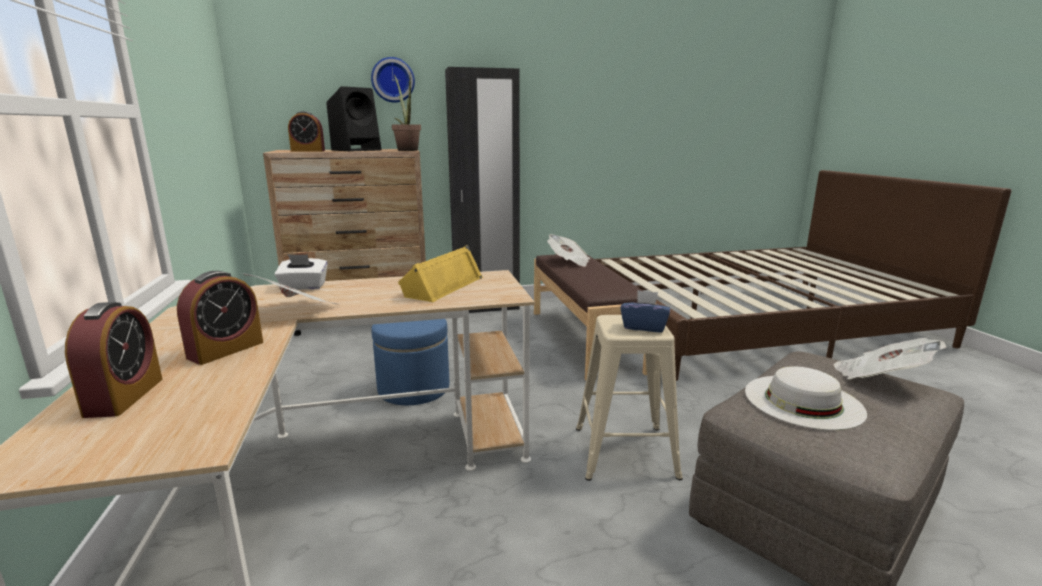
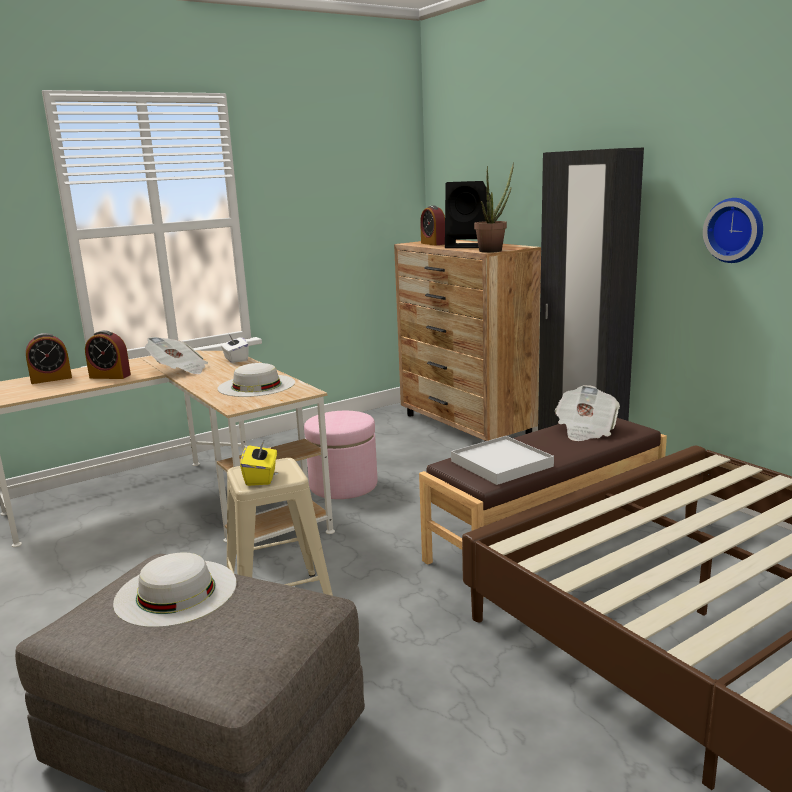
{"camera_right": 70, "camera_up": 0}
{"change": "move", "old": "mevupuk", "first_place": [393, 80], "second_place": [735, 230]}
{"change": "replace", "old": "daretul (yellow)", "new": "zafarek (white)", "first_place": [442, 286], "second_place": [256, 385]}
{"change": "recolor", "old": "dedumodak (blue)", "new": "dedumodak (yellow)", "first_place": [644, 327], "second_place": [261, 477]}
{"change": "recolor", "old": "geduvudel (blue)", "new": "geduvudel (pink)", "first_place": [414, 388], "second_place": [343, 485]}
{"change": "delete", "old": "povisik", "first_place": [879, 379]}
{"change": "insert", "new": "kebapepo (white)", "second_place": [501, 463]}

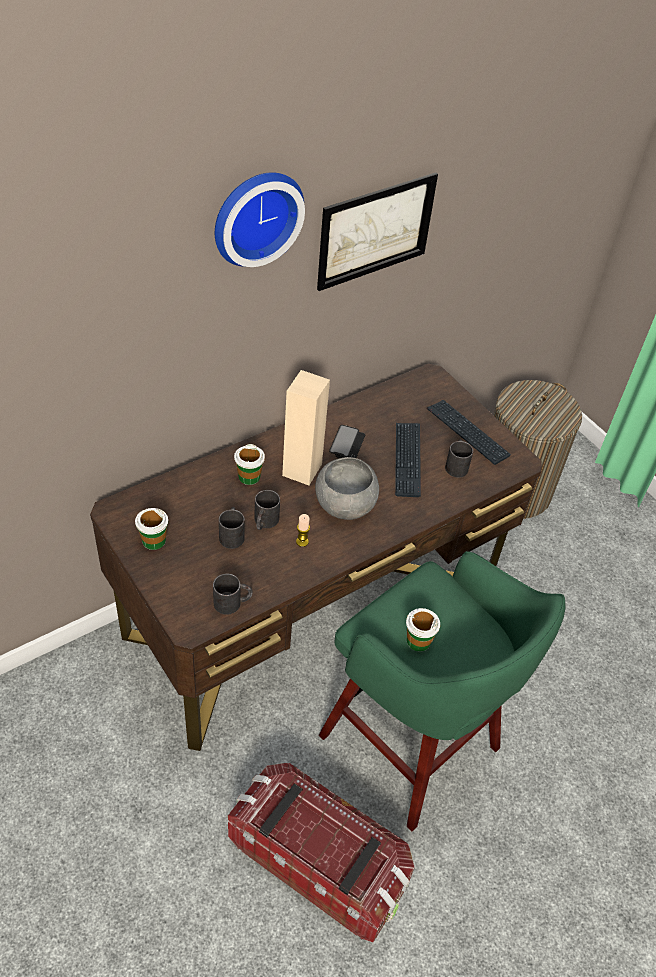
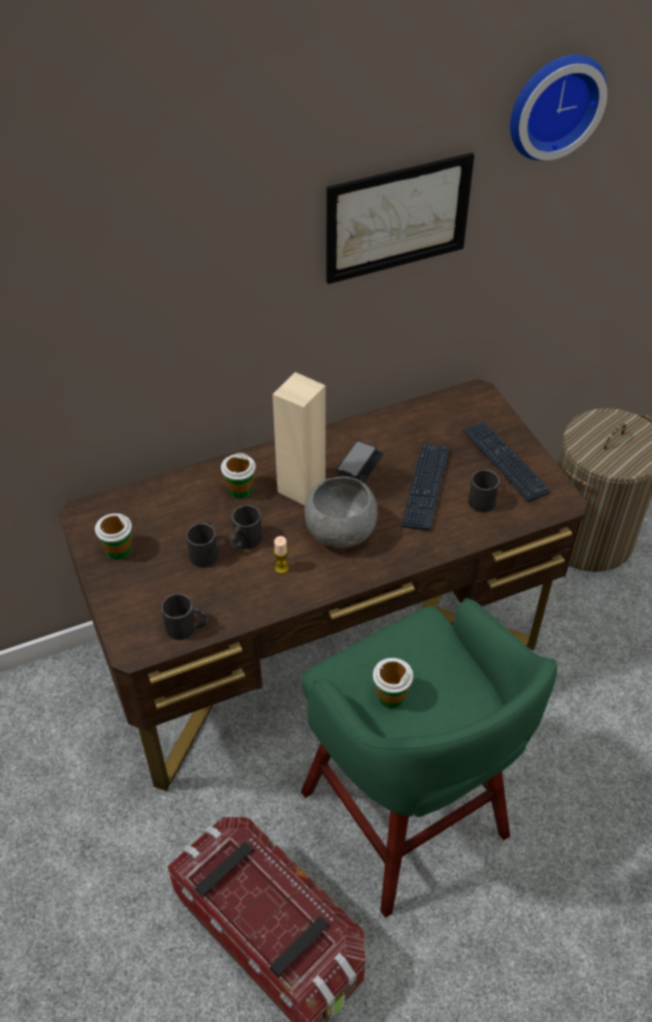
{"camera_right": 15, "camera_up": 0}
{"change": "move", "old": "mevupuk", "first_place": [255, 216], "second_place": [553, 104]}

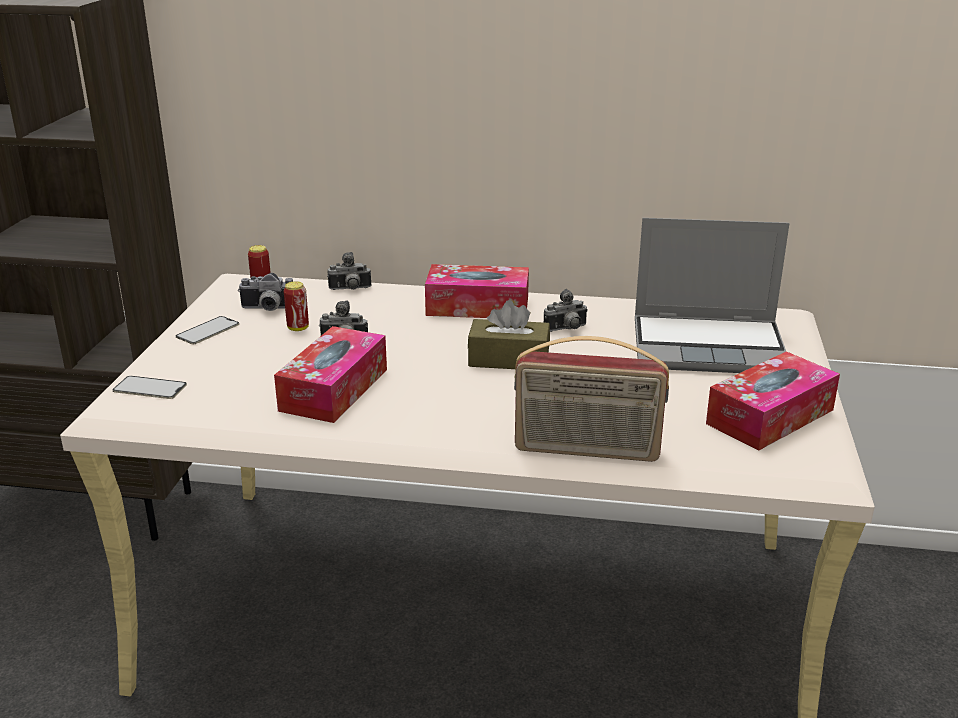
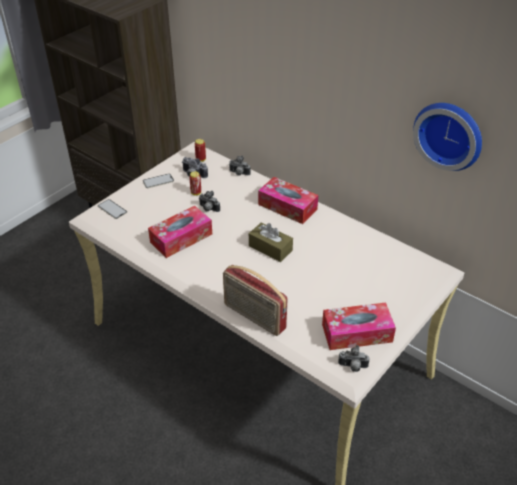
{"camera_right": 30, "camera_up": 15}
{"change": "delete", "old": "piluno", "first_place": [710, 346]}
{"change": "move", "old": "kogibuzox", "first_place": [566, 329], "second_place": [352, 367]}
{"change": "insert", "new": "mevupuk", "second_place": [450, 134]}

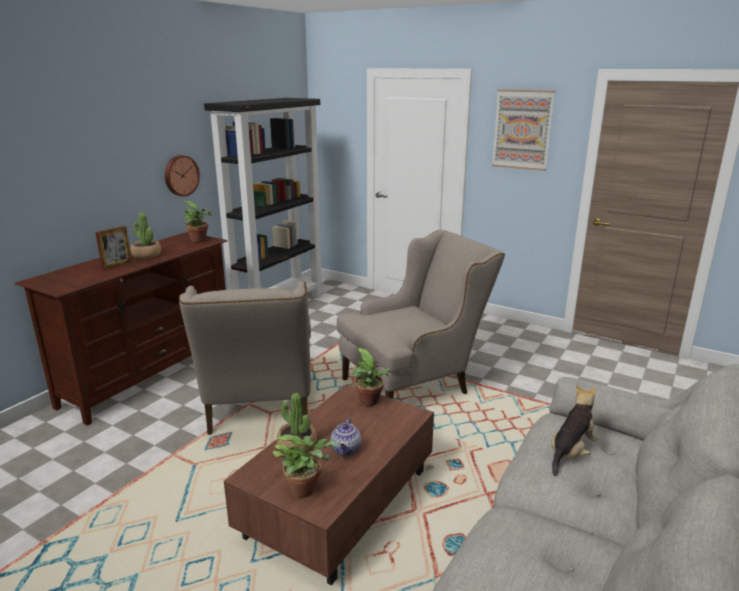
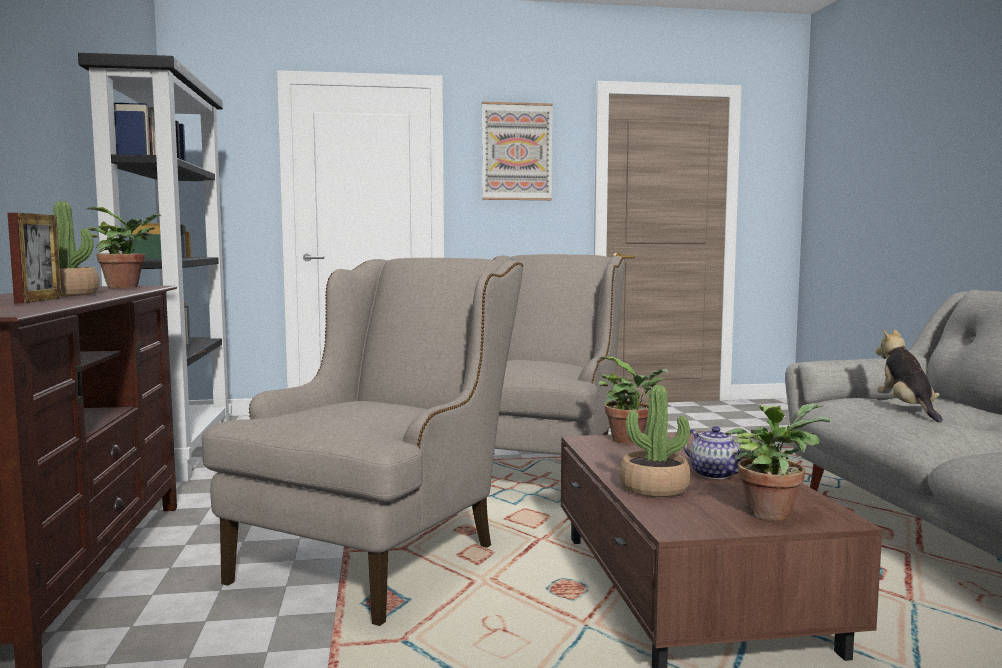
{"camera_right": -40, "camera_up": -15}
{"change": "delete", "old": "mevupuk", "first_place": [180, 175]}
{"change": "rotate", "old": "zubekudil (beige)", "first_place": [259, 411], "second_place": [382, 553], "degrees": -105}

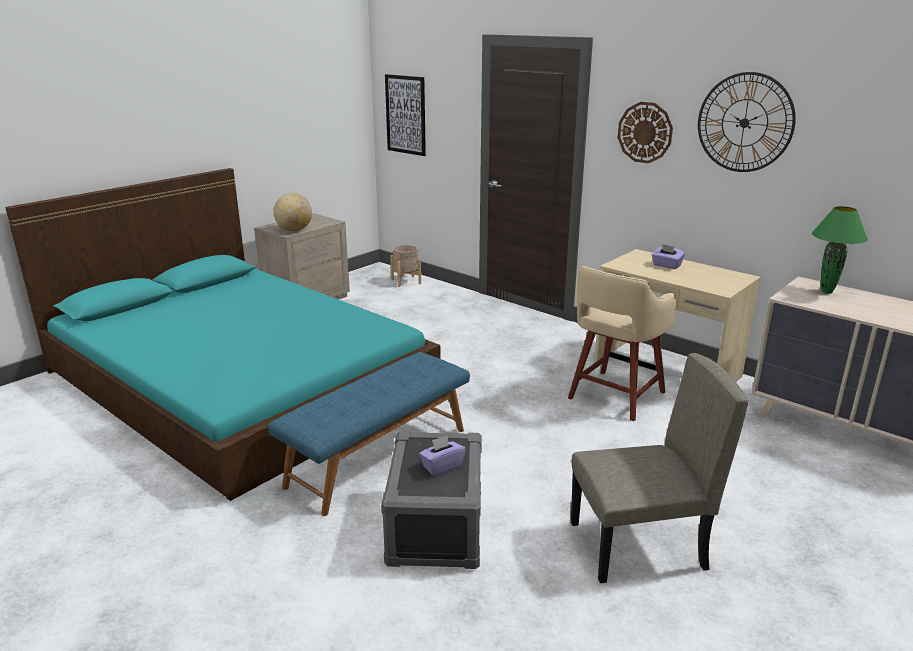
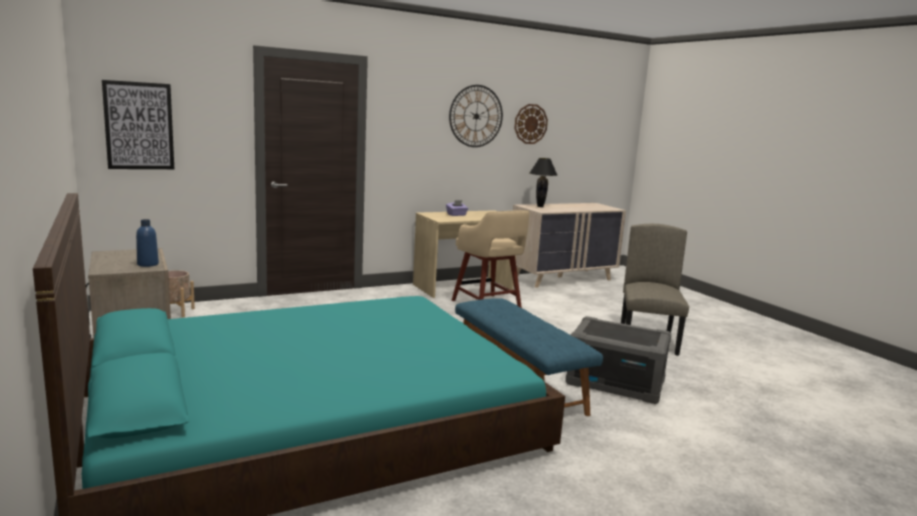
{"camera_right": -70, "camera_up": -10}
{"change": "move", "old": "mevupuk", "first_place": [645, 132], "second_place": [530, 124]}
{"change": "replace", "old": "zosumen", "new": "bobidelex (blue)", "first_place": [294, 230], "second_place": [148, 264]}
{"change": "recolor", "old": "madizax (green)", "new": "madizax (black)", "first_place": [827, 292], "second_place": [540, 206]}
{"change": "delete", "old": "dedumodak (purple)", "first_place": [442, 466]}

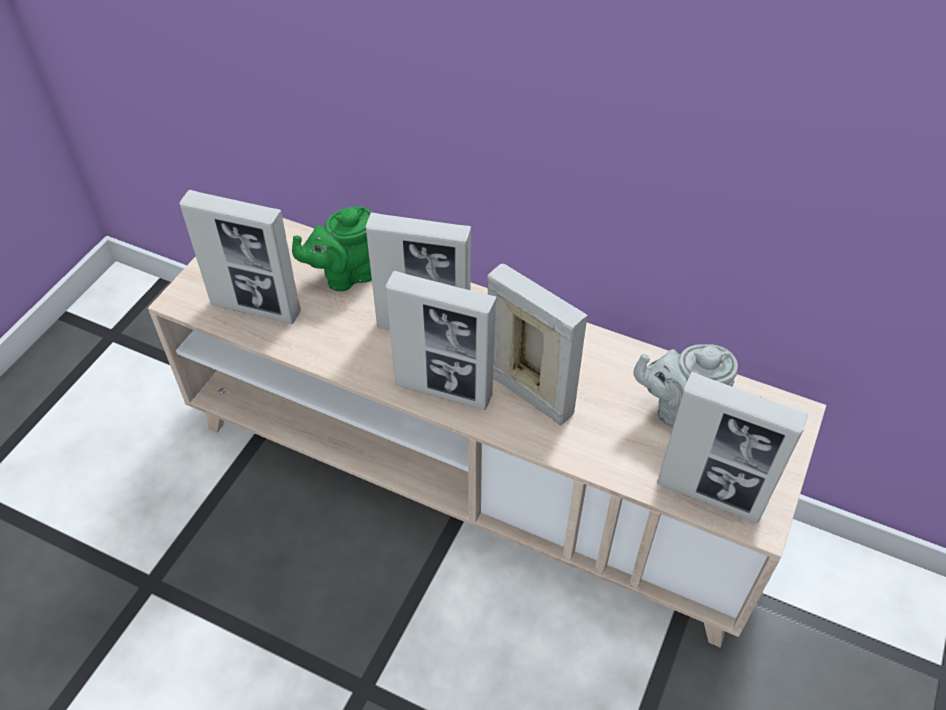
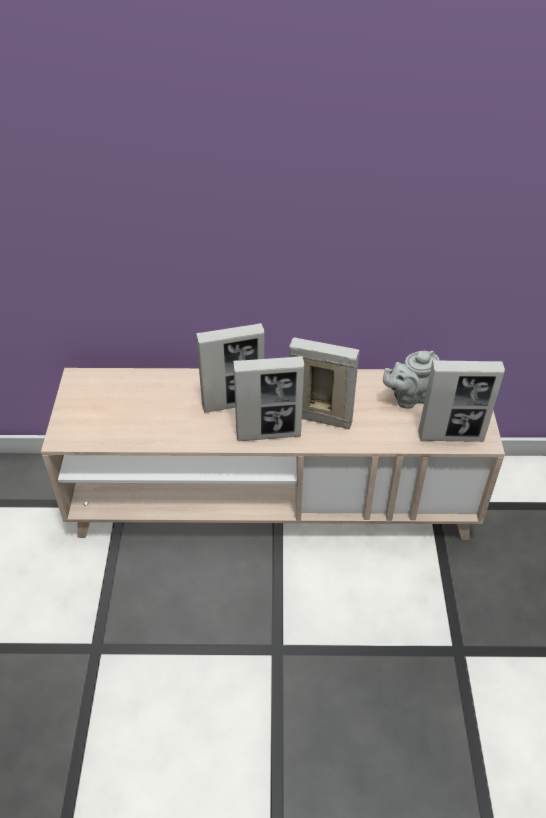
{"camera_right": -25, "camera_up": -5}
{"change": "delete", "old": "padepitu", "first_place": [256, 308]}
{"change": "delete", "old": "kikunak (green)", "first_place": [345, 275]}

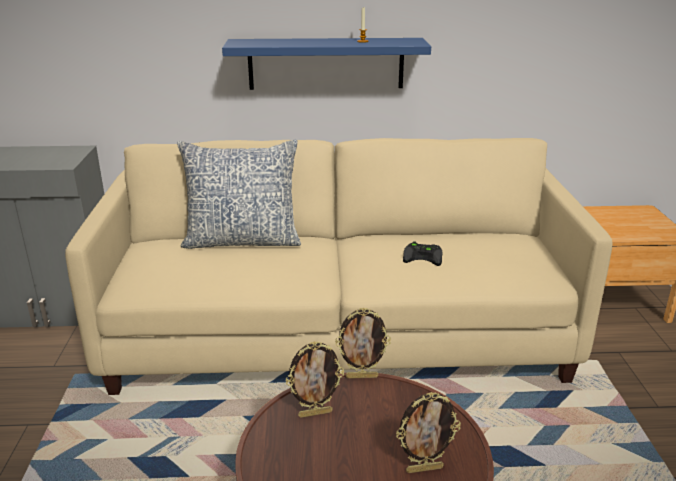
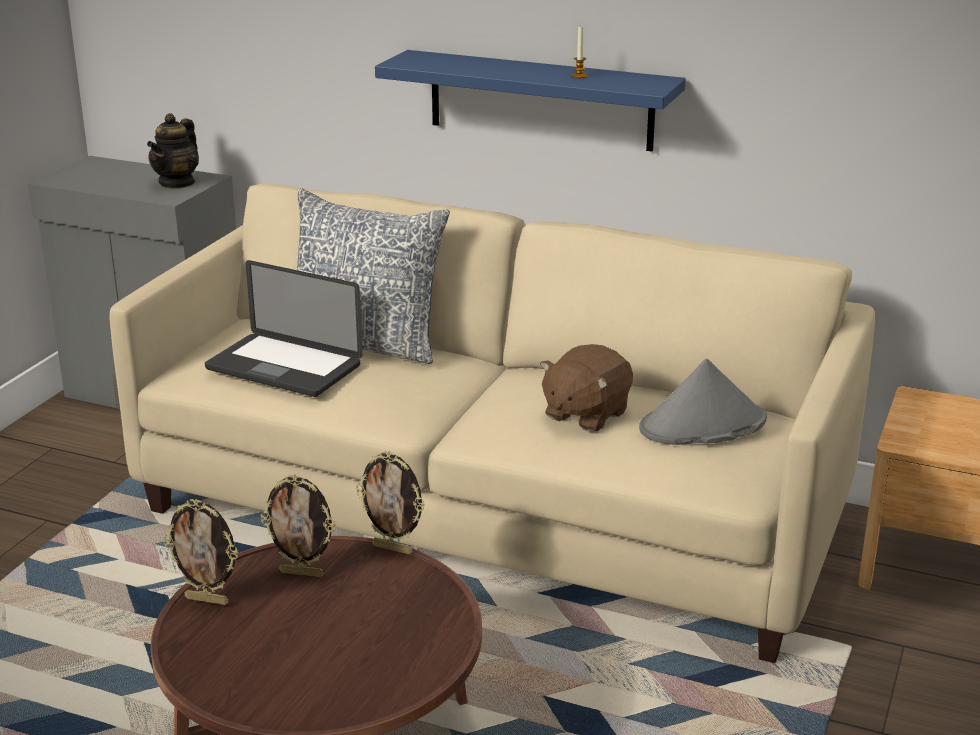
{"camera_right": 25, "camera_up": 0}
{"change": "replace", "old": "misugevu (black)", "new": "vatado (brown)", "first_place": [424, 256], "second_place": [585, 414]}
{"change": "move", "old": "padepitu", "first_place": [424, 468], "second_place": [208, 600]}
{"change": "insert", "new": "kikunak", "second_place": [177, 183]}
{"change": "insert", "new": "piluno", "second_place": [283, 367]}
{"change": "insert", "new": "zafarek (grey)", "second_place": [702, 425]}

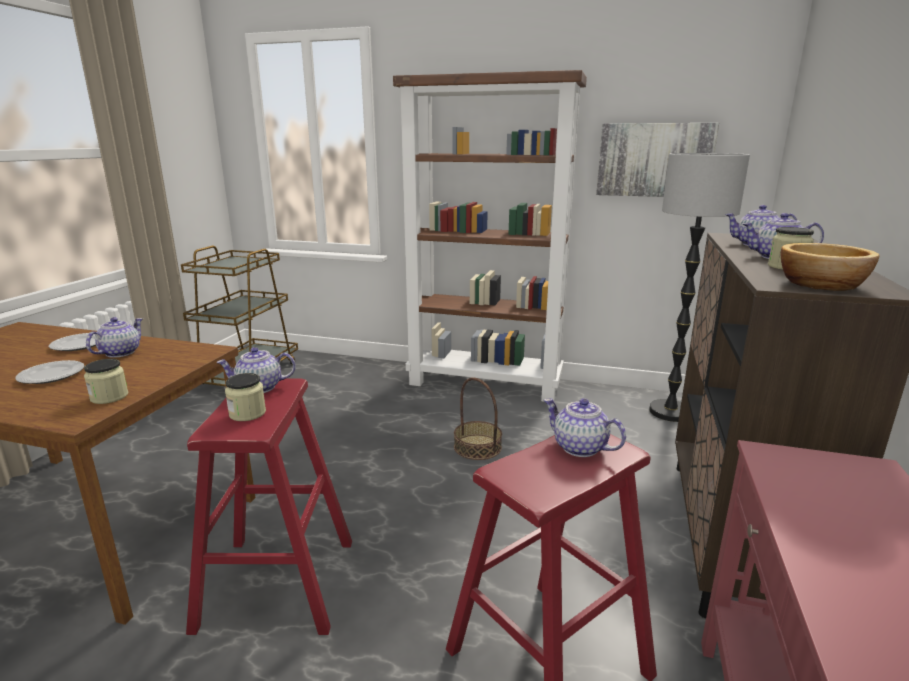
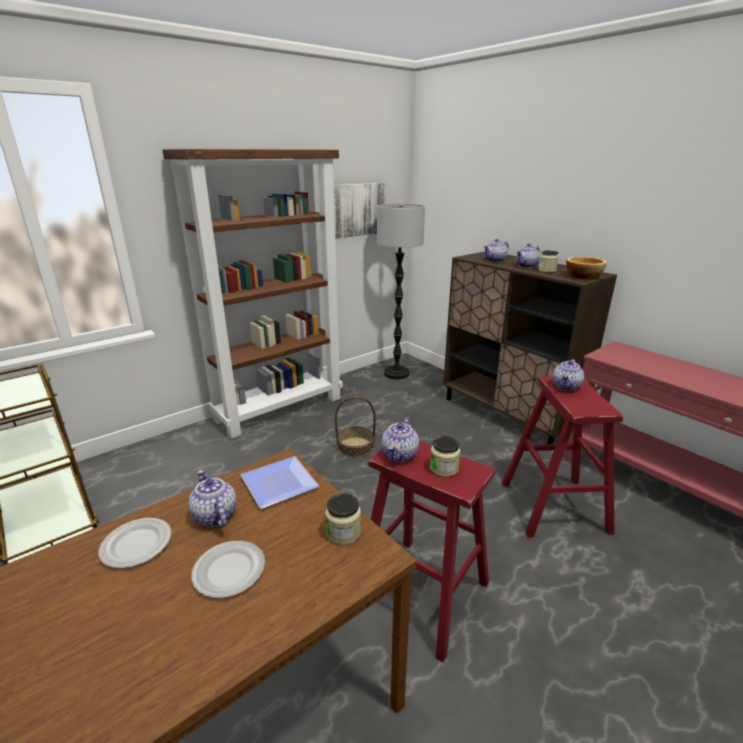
{"camera_right": -55, "camera_up": 5}
{"change": "rotate", "old": "kikunak", "first_place": [579, 447], "second_place": [566, 386], "degrees": -45}
{"change": "insert", "new": "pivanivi", "second_place": [276, 483]}

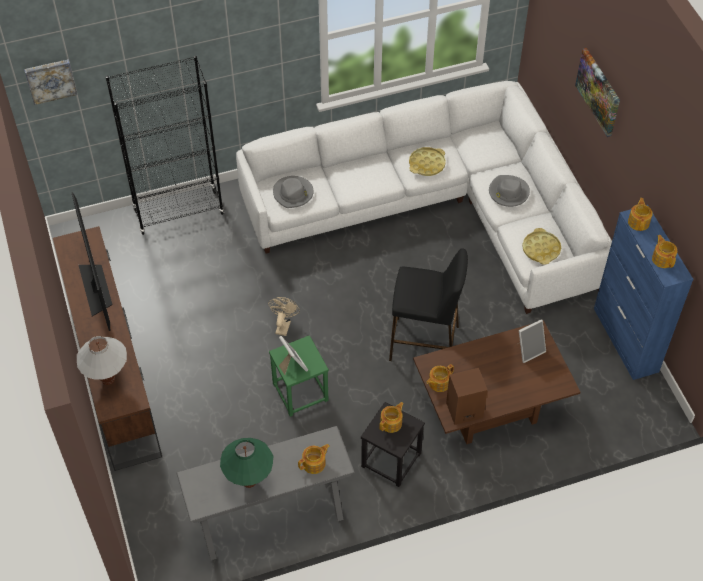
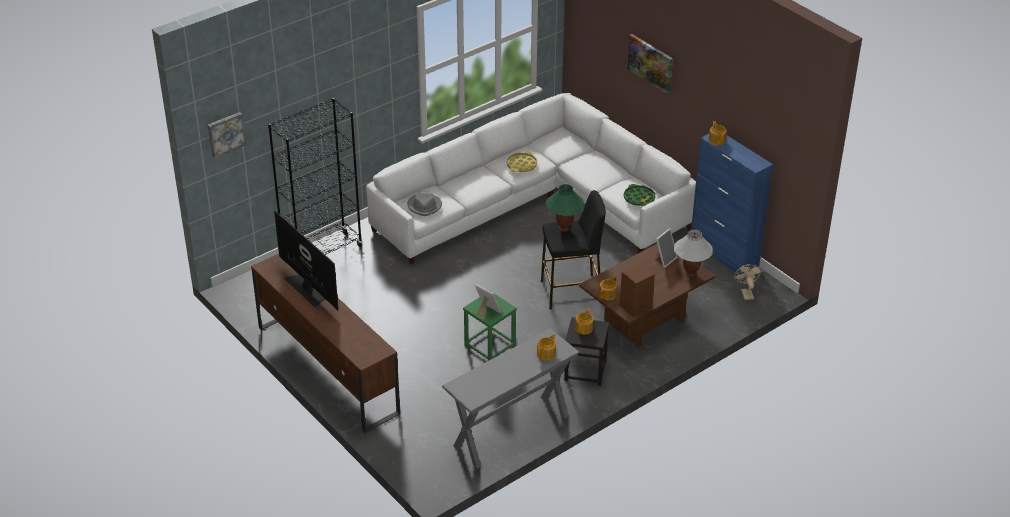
{"camera_right": -20, "camera_up": -15}
{"change": "delete", "old": "zafarek (grey)", "first_place": [508, 192]}
{"change": "recolor", "old": "kebapepo (yellow)", "new": "kebapepo (green)", "first_place": [541, 249], "second_place": [639, 198]}
{"change": "delete", "old": "kikunak", "first_place": [663, 259]}
{"change": "move", "old": "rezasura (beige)", "first_place": [283, 325], "second_place": [746, 293]}
{"change": "move", "old": "madizax (white)", "first_place": [108, 379], "second_place": [690, 273]}
{"change": "move", "old": "madizax (green)", "first_place": [249, 481], "second_place": [564, 229]}

